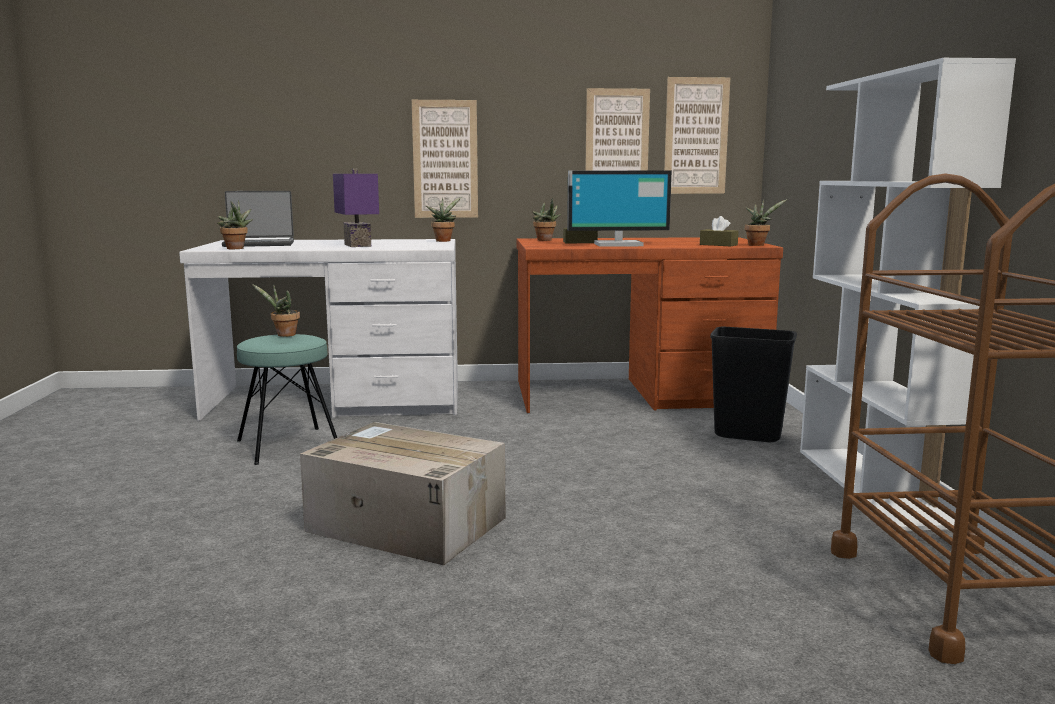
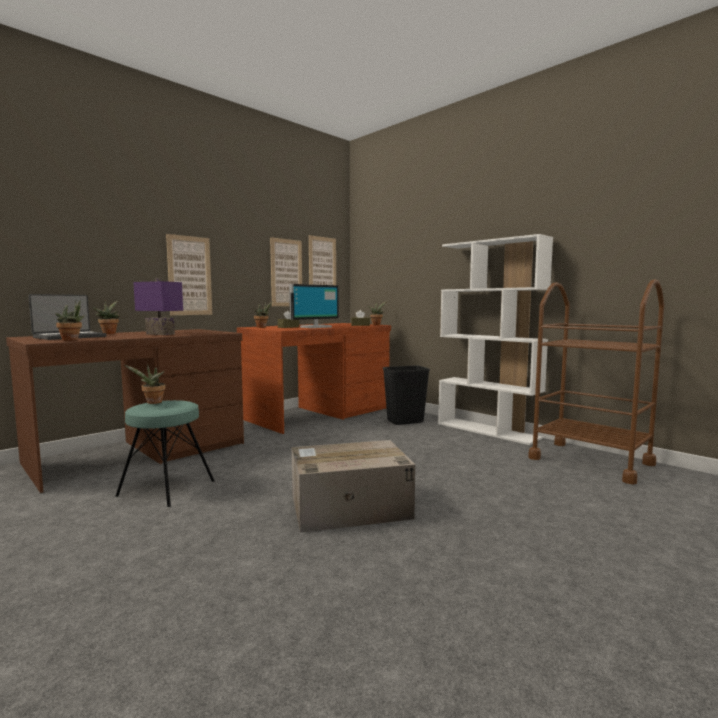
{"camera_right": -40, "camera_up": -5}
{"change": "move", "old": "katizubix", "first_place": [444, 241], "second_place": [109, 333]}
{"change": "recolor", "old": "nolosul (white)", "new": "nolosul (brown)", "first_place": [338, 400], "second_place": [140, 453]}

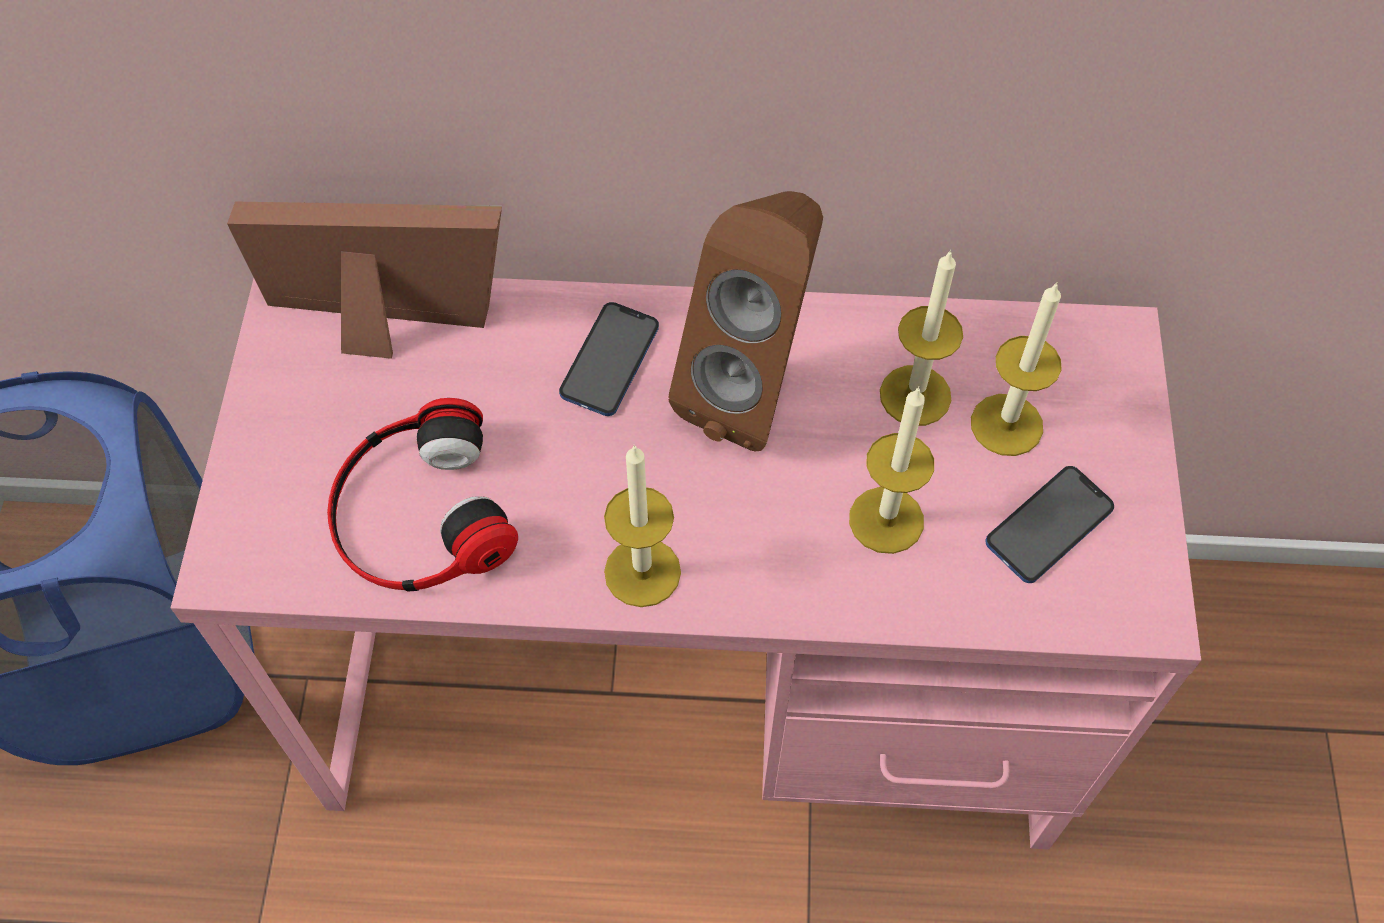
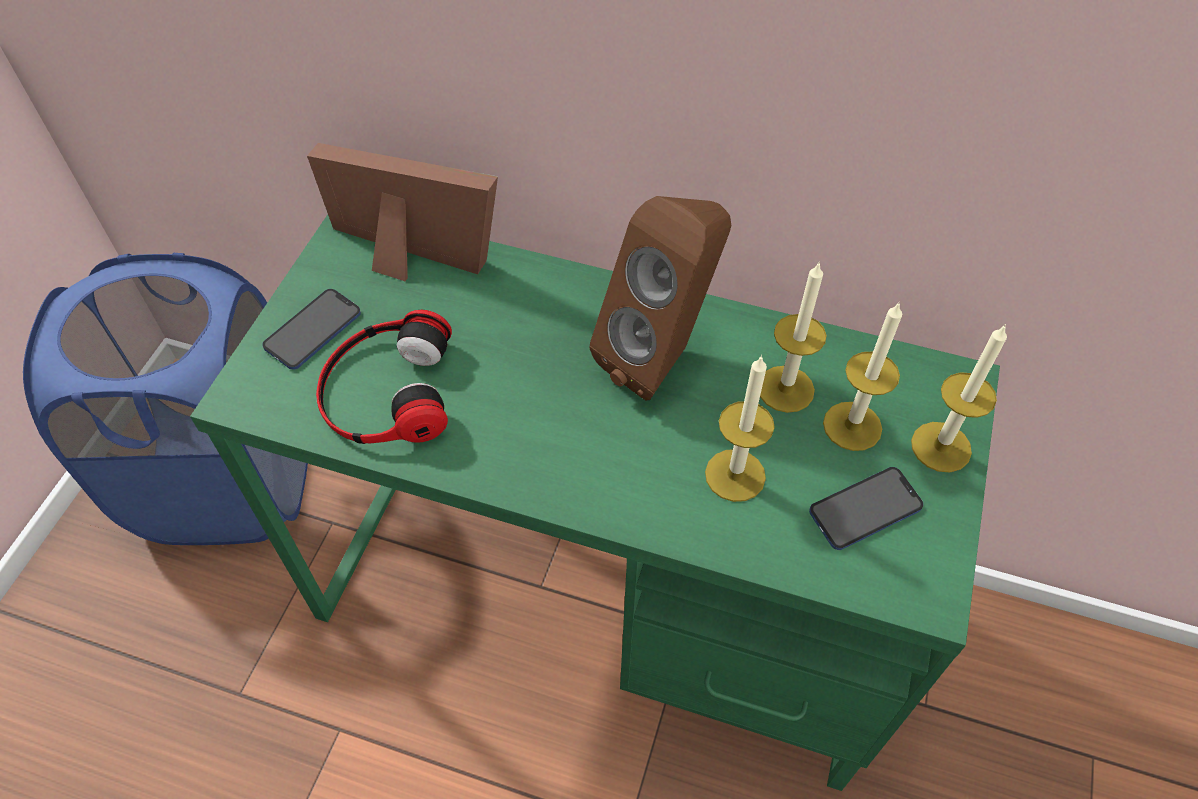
{"camera_right": 15, "camera_up": -5}
{"change": "recolor", "old": "nolosul (pink)", "new": "nolosul (green)", "first_place": [695, 688], "second_place": [602, 598]}
{"change": "move", "old": "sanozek", "first_place": [610, 361], "second_place": [313, 330]}
{"change": "move", "old": "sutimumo", "first_place": [642, 572], "second_place": [941, 447]}

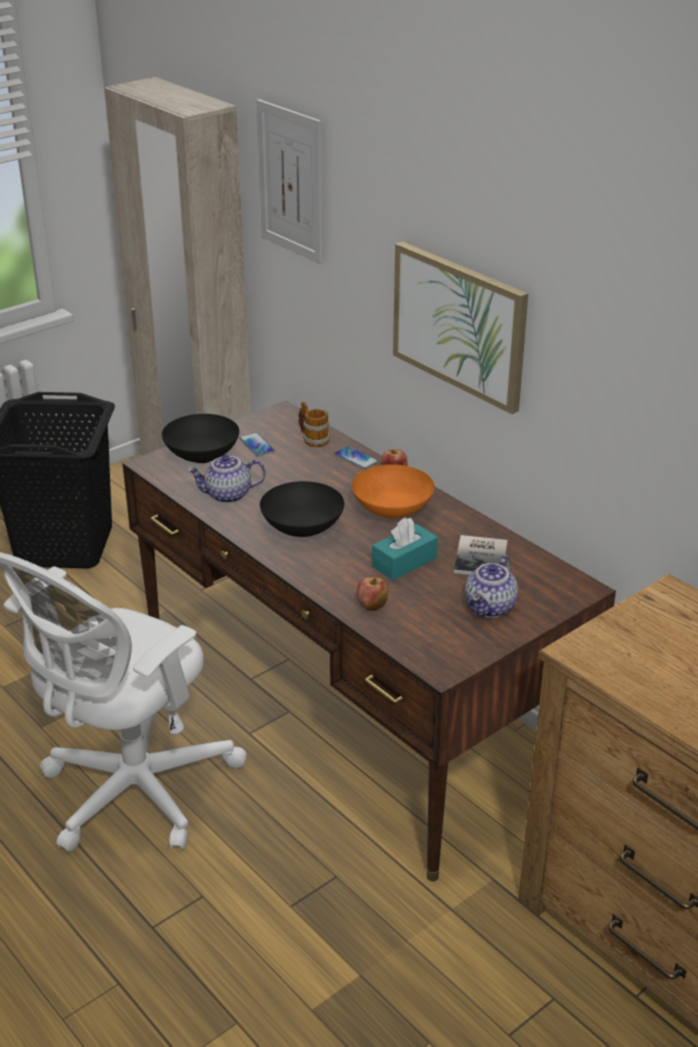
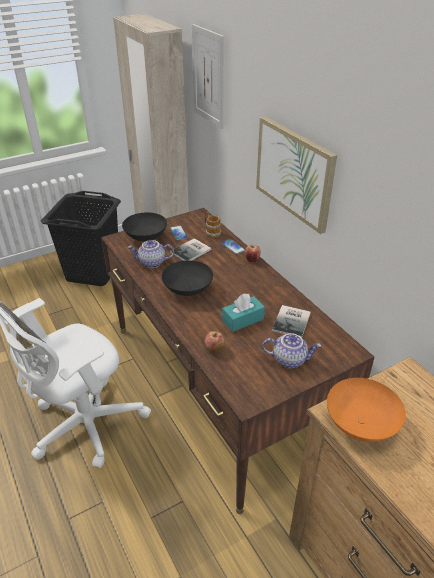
{"camera_right": 10, "camera_up": 5}
{"change": "move", "old": "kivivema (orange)", "first_place": [393, 511], "second_place": [361, 424]}
{"change": "rotate", "old": "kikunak", "first_place": [491, 608], "second_place": [289, 359], "degrees": -120}
{"change": "insert", "new": "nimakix", "second_place": [192, 251]}

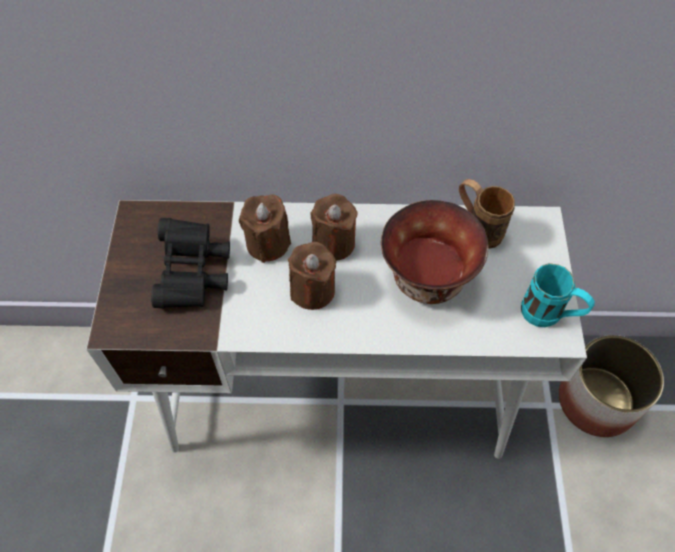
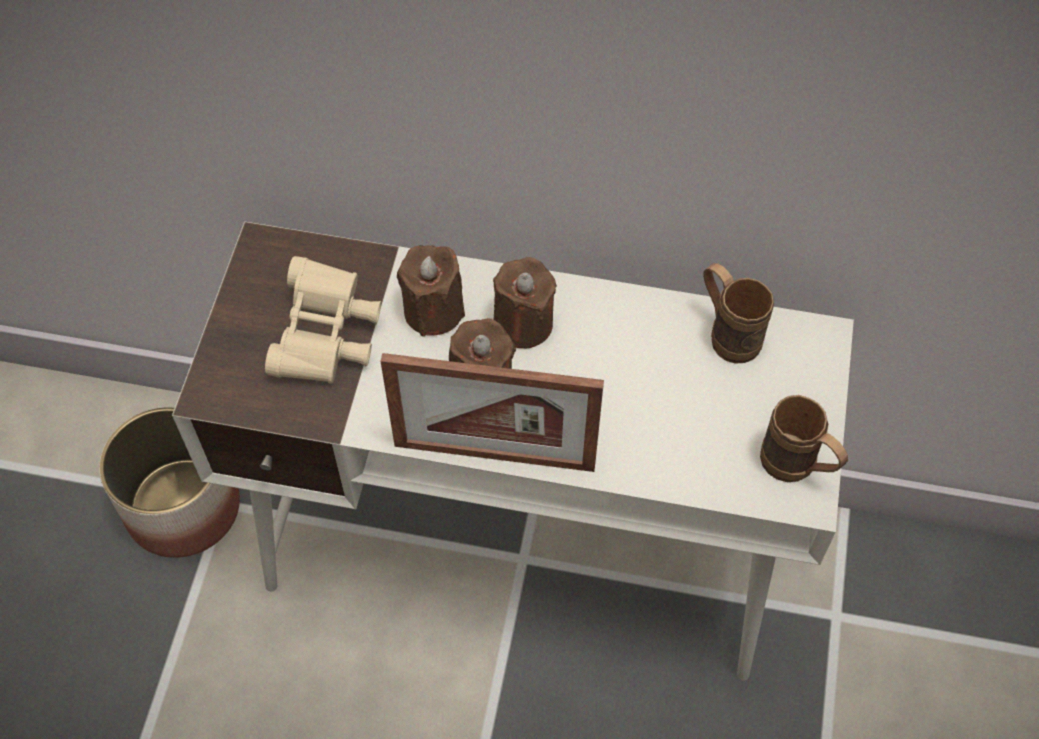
{"camera_right": 10, "camera_up": 0}
{"change": "delete", "old": "kivivema", "first_place": [428, 280]}
{"change": "recolor", "old": "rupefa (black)", "new": "rupefa (beige)", "first_place": [193, 274], "second_place": [326, 338]}
{"change": "recolor", "old": "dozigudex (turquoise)", "new": "dozigudex (brown)", "first_place": [548, 316], "second_place": [796, 468]}
{"change": "move", "old": "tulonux", "first_place": [596, 401], "second_place": [183, 508]}
{"change": "insert", "new": "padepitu", "second_place": [494, 455]}

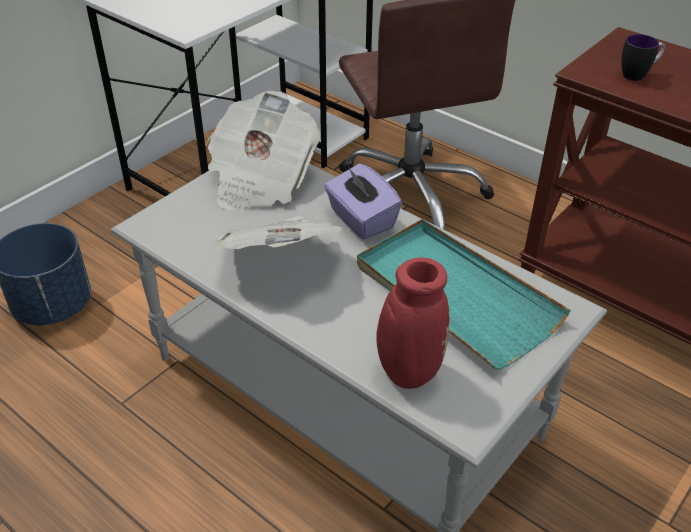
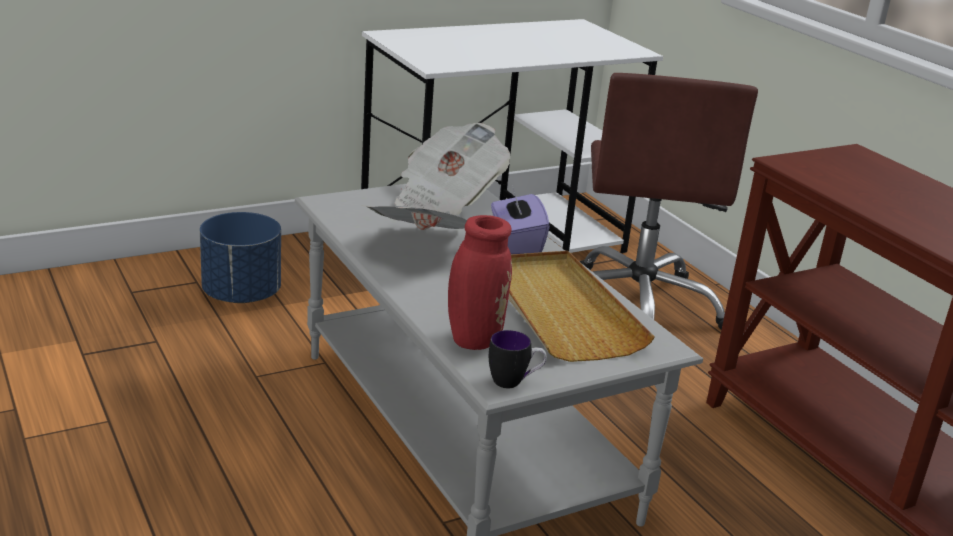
{"camera_right": 20, "camera_up": -15}
{"change": "move", "old": "dozigudex", "first_place": [638, 75], "second_place": [514, 382]}
{"change": "recolor", "old": "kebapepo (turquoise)", "new": "kebapepo (beige)", "first_place": [454, 295], "second_place": [560, 309]}

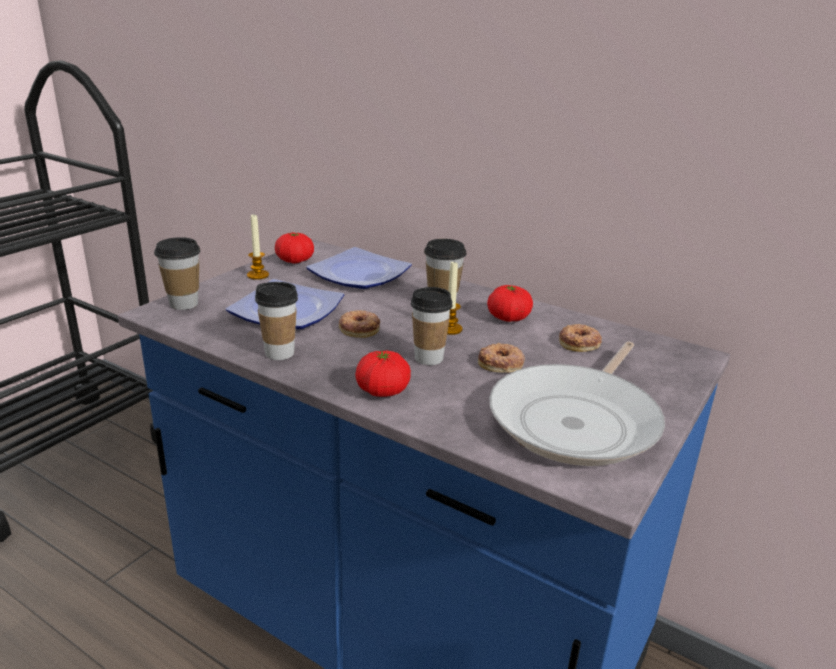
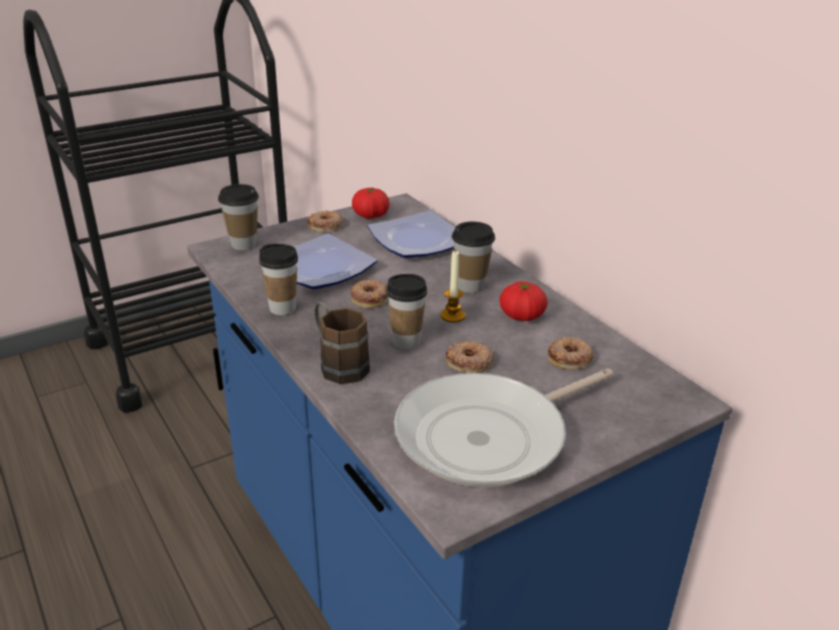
{"camera_right": 25, "camera_up": 5}
{"change": "replace", "old": "sutimumo", "new": "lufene", "first_place": [258, 275], "second_place": [326, 226]}
{"change": "replace", "old": "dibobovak", "new": "dozigudex (brown)", "first_place": [382, 391], "second_place": [338, 364]}

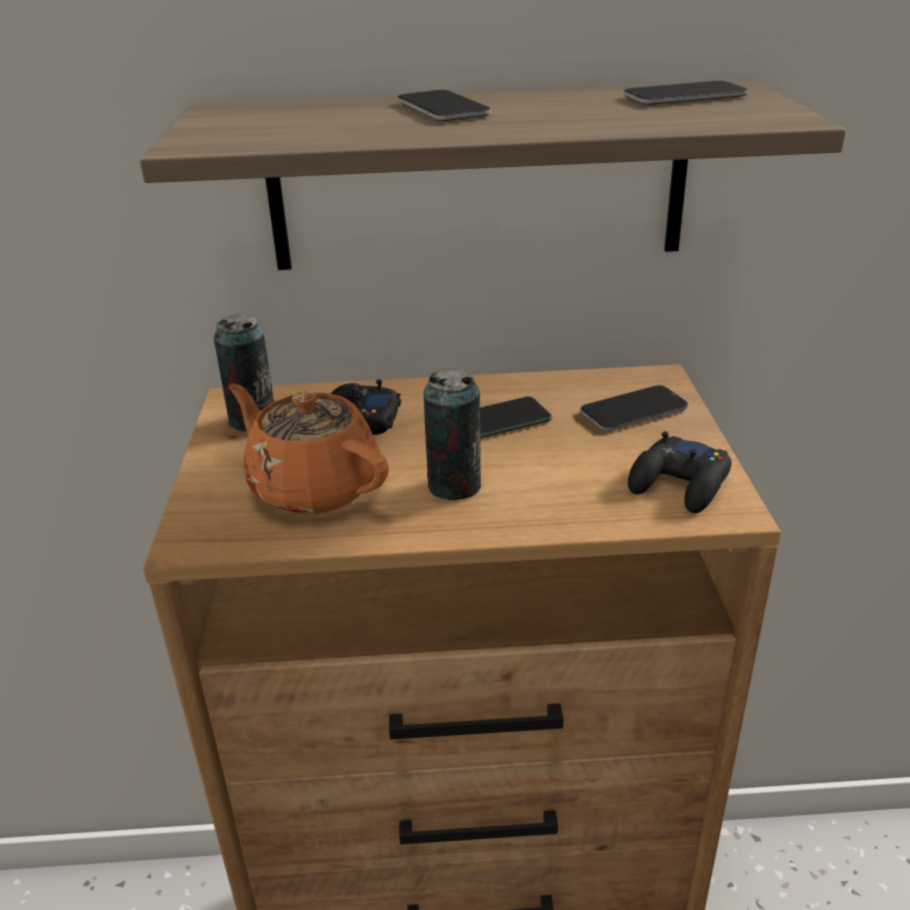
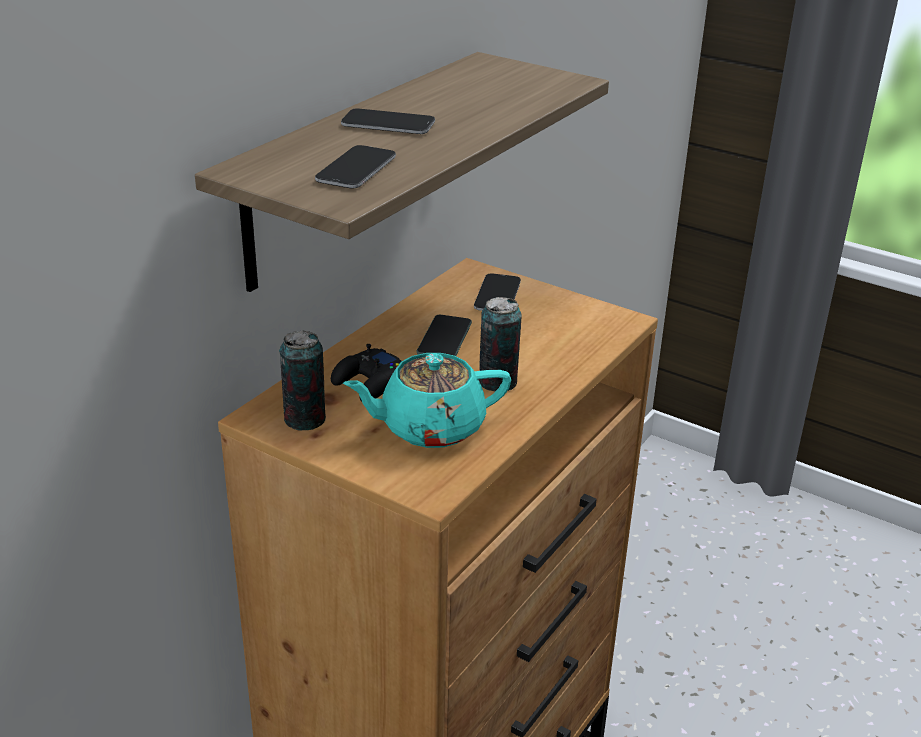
{"camera_right": -55, "camera_up": 0}
{"change": "move", "old": "sanozek", "first_place": [684, 96], "second_place": [356, 169]}
{"change": "recolor", "old": "kikunak (orange)", "new": "kikunak (turquoise)", "first_place": [313, 486], "second_place": [430, 427]}
{"change": "delete", "old": "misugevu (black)", "first_place": [680, 484]}

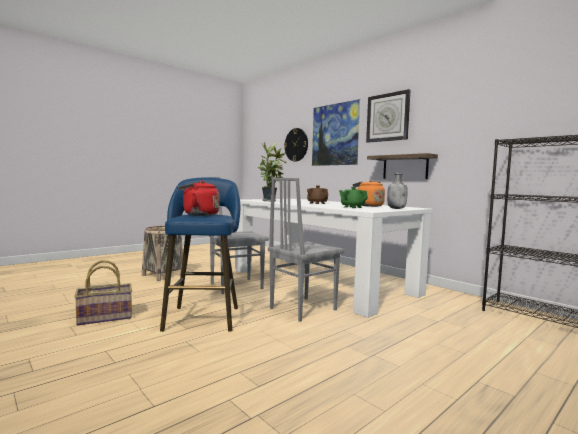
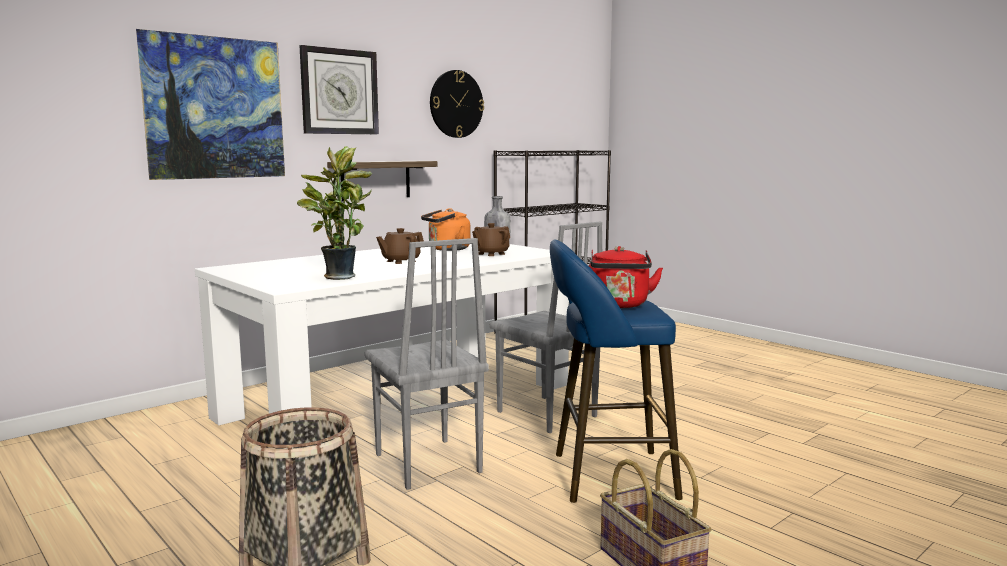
{"camera_right": -90, "camera_up": 5}
{"change": "move", "old": "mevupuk", "first_place": [296, 144], "second_place": [456, 104]}
{"change": "recolor", "old": "kikunak (green)", "new": "kikunak (brown)", "first_place": [352, 207], "second_place": [491, 254]}

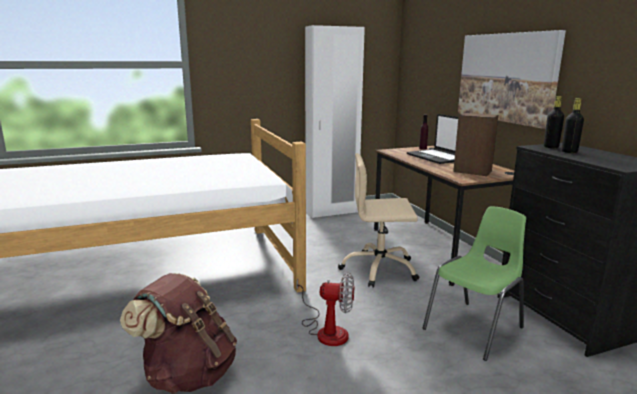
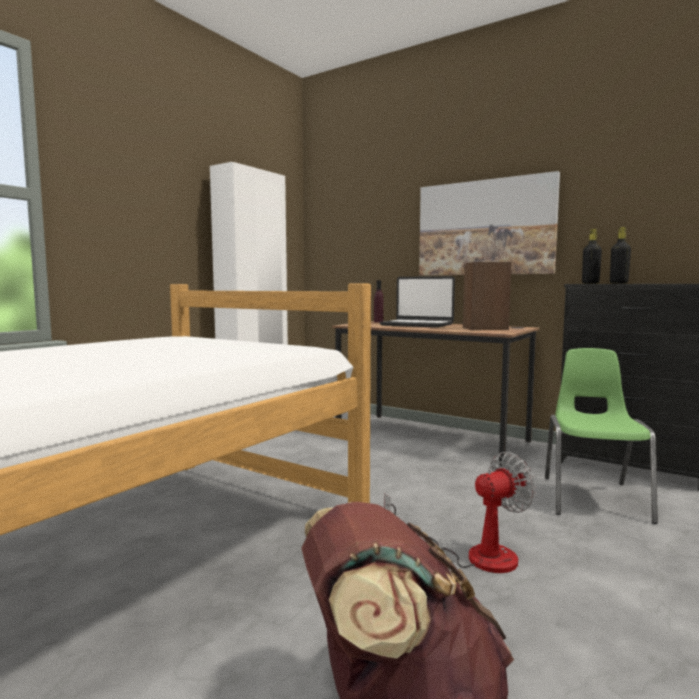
{"camera_right": -35, "camera_up": -10}
{"change": "delete", "old": "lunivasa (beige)", "first_place": [379, 269]}

